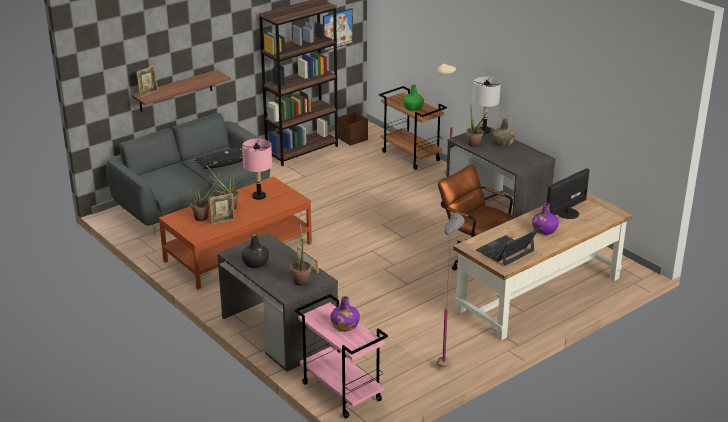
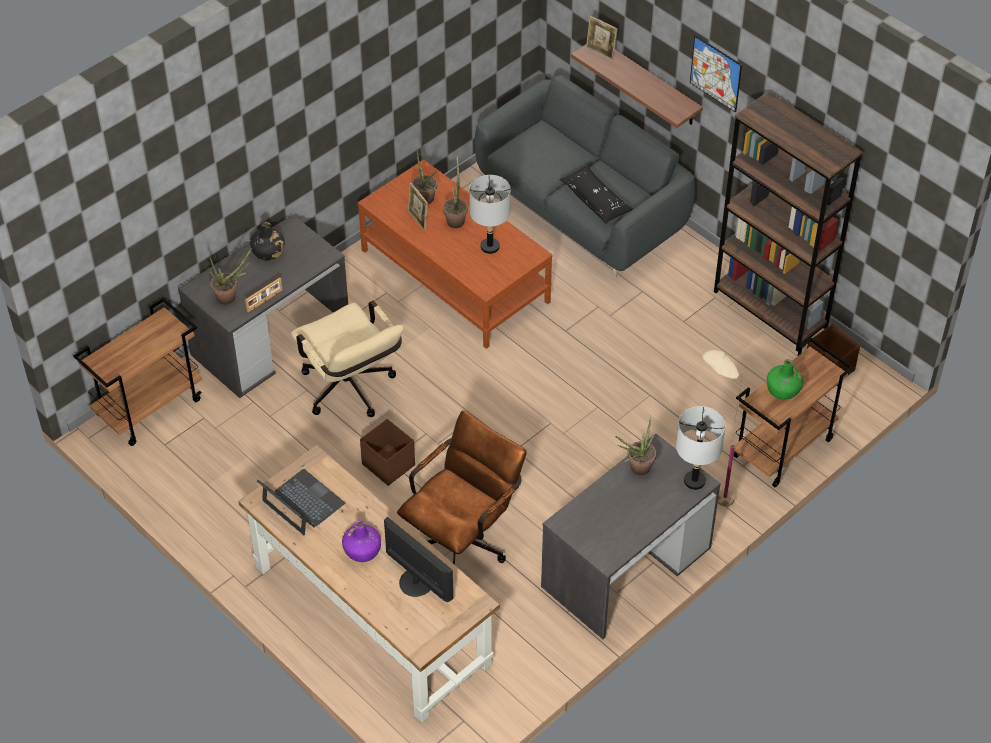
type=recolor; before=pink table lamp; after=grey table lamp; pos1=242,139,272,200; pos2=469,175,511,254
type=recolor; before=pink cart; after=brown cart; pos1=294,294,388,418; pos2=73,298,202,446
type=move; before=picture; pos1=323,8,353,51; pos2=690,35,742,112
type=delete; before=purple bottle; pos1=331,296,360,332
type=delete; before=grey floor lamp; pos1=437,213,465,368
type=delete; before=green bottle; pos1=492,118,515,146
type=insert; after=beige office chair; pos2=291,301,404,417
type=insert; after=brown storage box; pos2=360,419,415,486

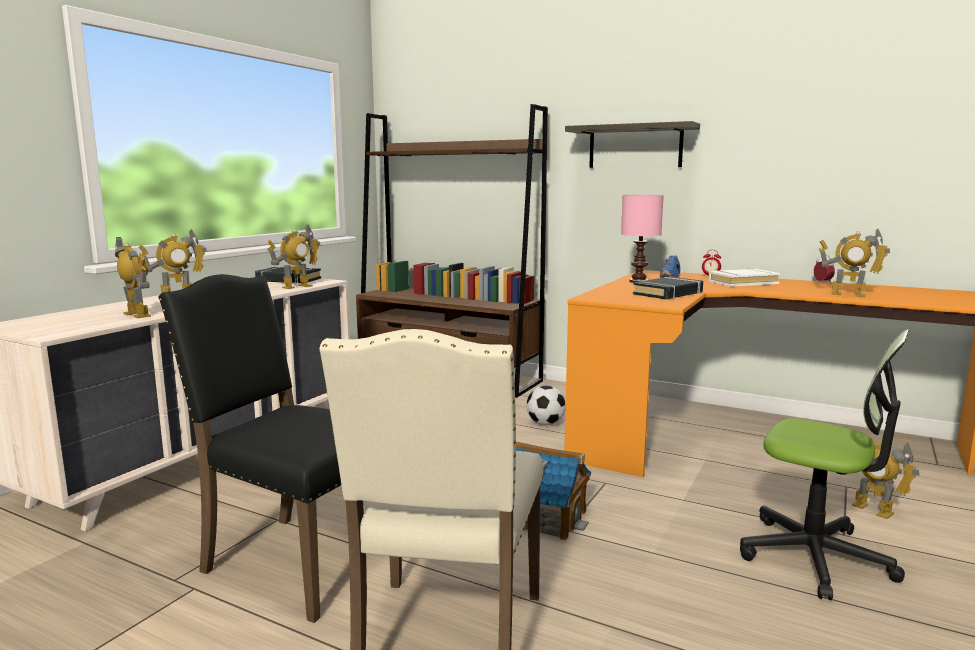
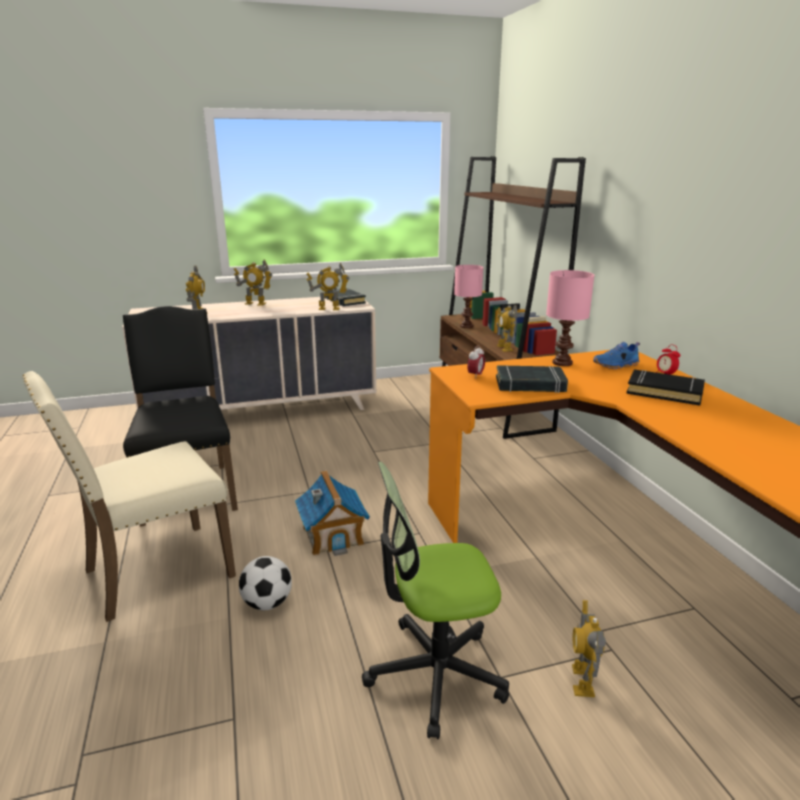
type=move; before=football; pos1=526,386,566,425; pos2=239,556,292,610
type=delete; before=shelf; pos1=565,121,700,168
type=recolor; before=white book; after=black book; pos1=708,269,780,287; pos2=626,369,705,406
type=rotate; before=office chair; pos1=740,329,910,600; pos2=362,462,509,739; turn=90
type=move; before=alarm clock; pos1=814,255,835,284; pos2=467,345,485,379
type=move; before=toy robot; pos1=819,229,890,297; pos2=496,305,518,352
type=insert; after=pink table lamp; pos2=454,265,483,328

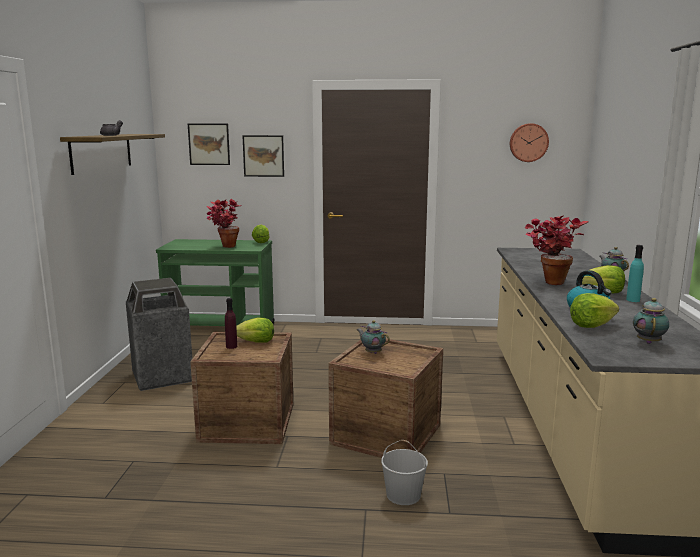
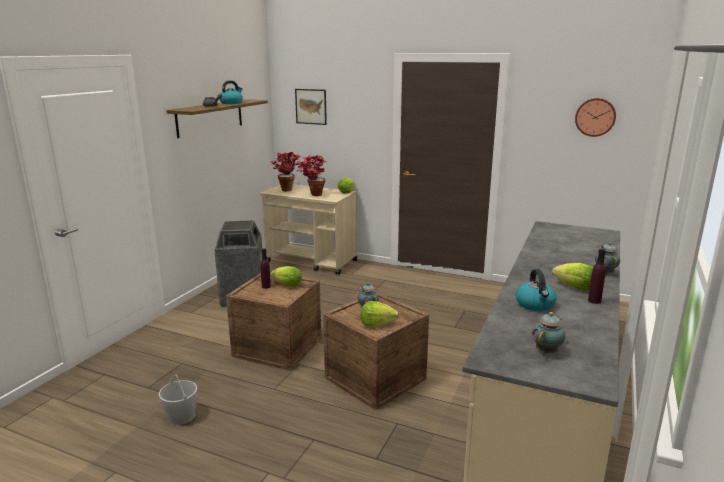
type=recolor; before=green cart; after=beige cart; pos1=156,239,275,326; pos2=260,184,357,275
type=delete; before=picture; pos1=242,135,284,177
type=move; before=white bucket; pos1=381,440,428,505; pos2=159,374,197,425
type=move; before=potted plant; pos1=525,215,589,285; pos2=270,152,301,191
type=move; before=lettuce; pos1=570,293,619,328; pos2=361,301,399,327
type=recolor; before=turquoise bottle; after=purple bottle; pos1=626,245,644,302; pos2=588,249,606,304
type=insert; after=kettle; pos2=220,80,243,104

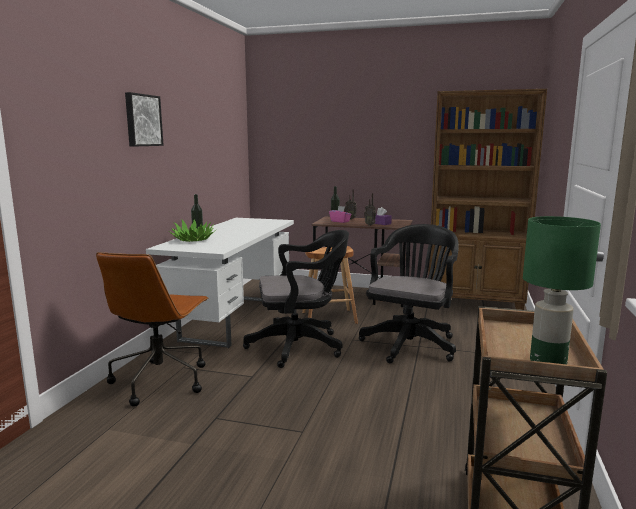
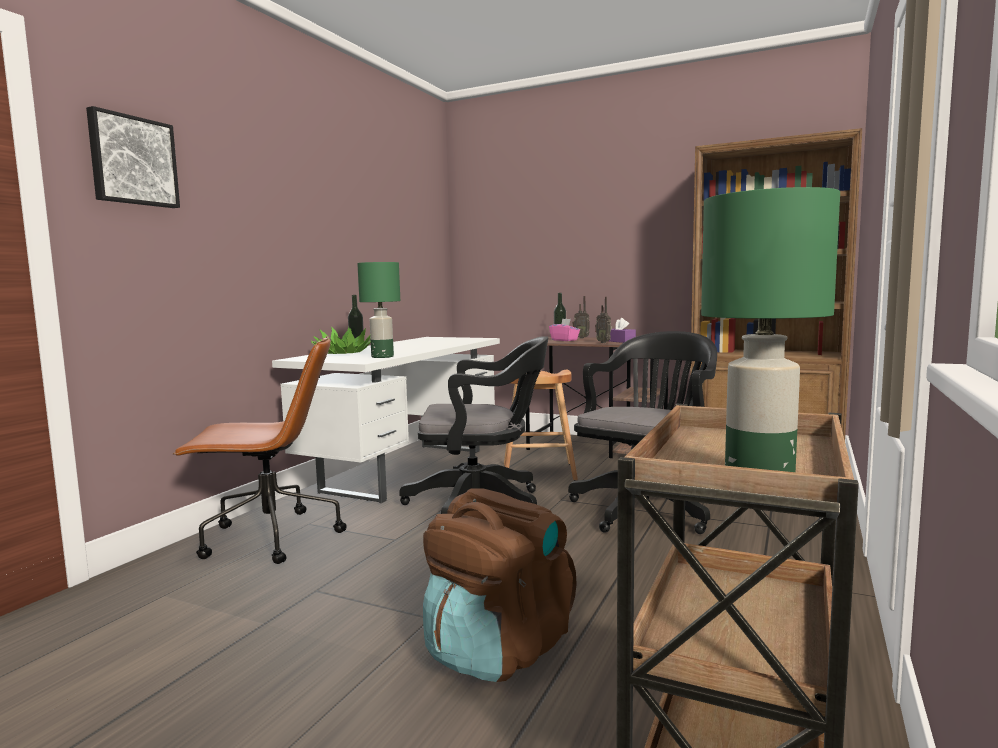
type=rotate; before=brown office chair; pos1=96,252,209,407; pos2=173,336,347,564; turn=-120
type=move; before=picture; pos1=125,92,164,146; pos2=86,106,180,208
type=insert; after=green table lamp; pos2=357,262,400,358
type=insert; after=brown backpack; pos2=423,488,577,682

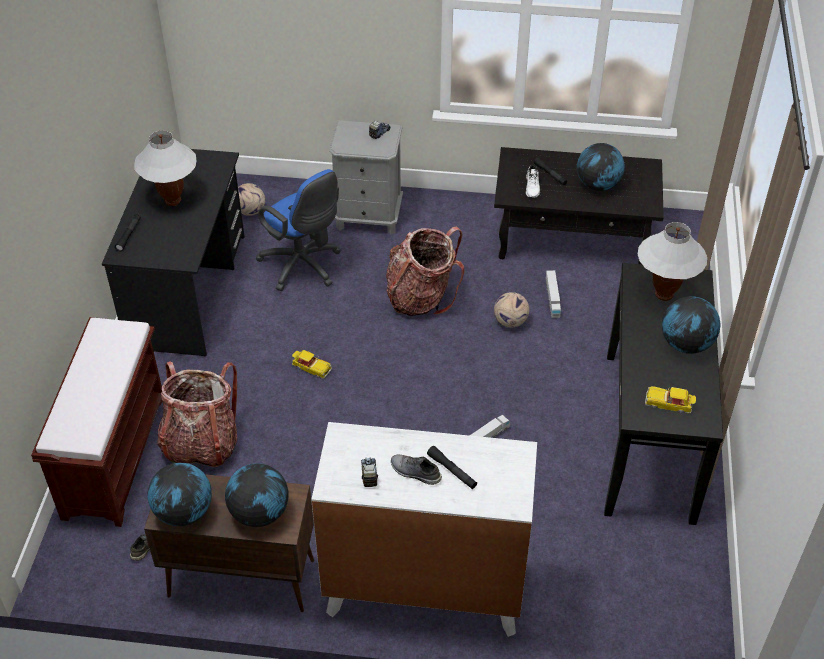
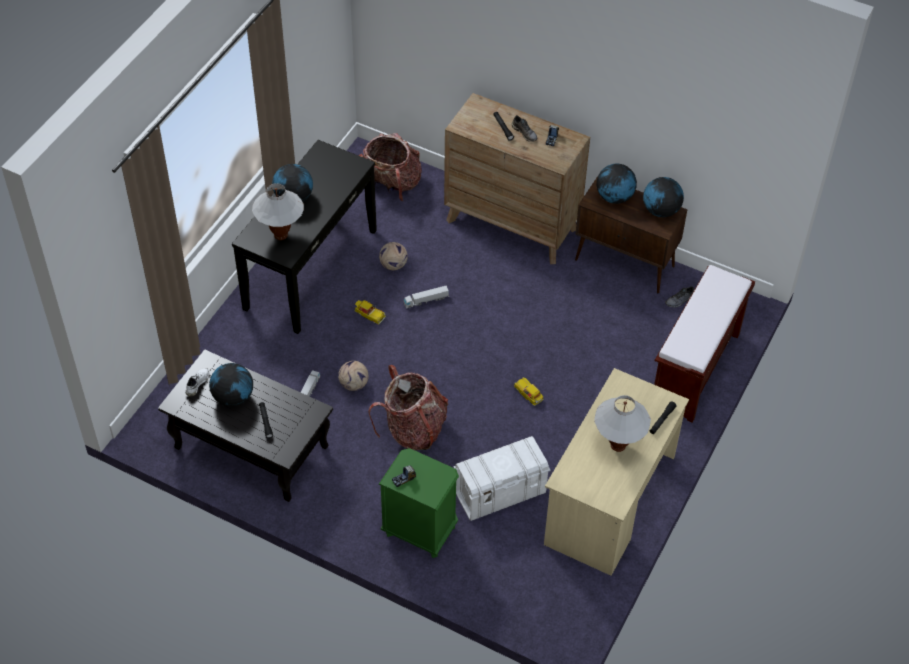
type=recolor; before=black desk; after=beige desk; pos1=102,149,245,356; pos2=544,368,689,576
type=move; before=backpack; pos1=157,361,237,467; pos2=359,133,422,201
type=move; before=football; pos1=238,183,265,216; pos2=379,242,408,270
type=replace; before=blue office chair; after=white storage box; pos1=256,169,341,291; pos2=453,436,550,521
type=recolor; before=white dresser; after=brown dresser; pos1=311,422,537,637; pos2=444,93,590,264
type=recolor; before=grey nightstand; after=green nightstand; pos1=329,120,403,235; pos2=379,448,459,558
type=move; before=white shoe; pos1=526,164,540,198; pos2=186,368,209,397
type=move; before=toy car; pos1=645,386,696,414; pos2=355,300,386,325

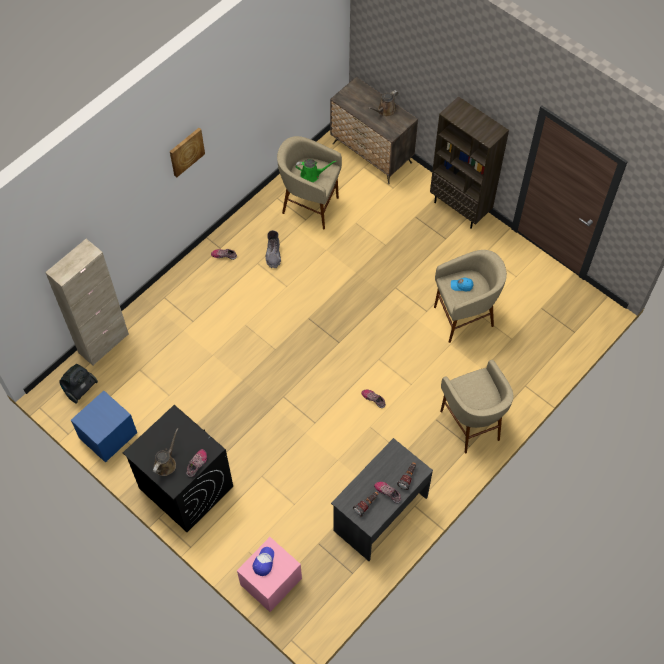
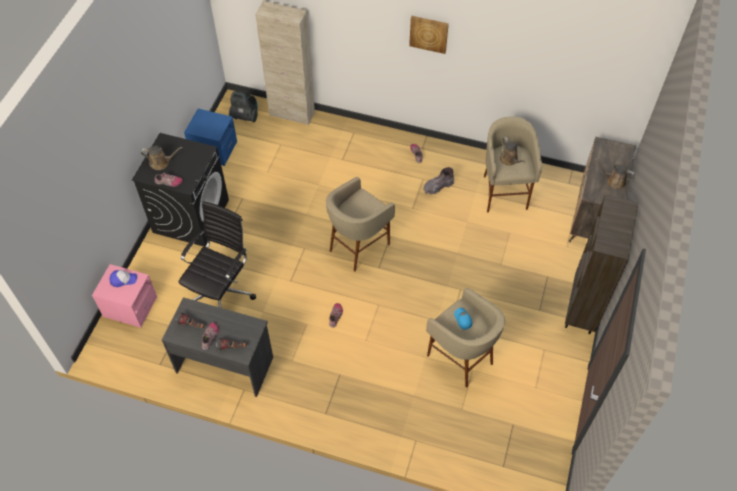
type=recolor; before=green watering can; after=brown watering can; pos1=295,159,337,182; pos2=500,137,525,166
type=move; before=beige stool; pos1=440,360,514,453; pos2=326,177,395,271
type=insert; after=black office chair; pos2=179,201,256,308

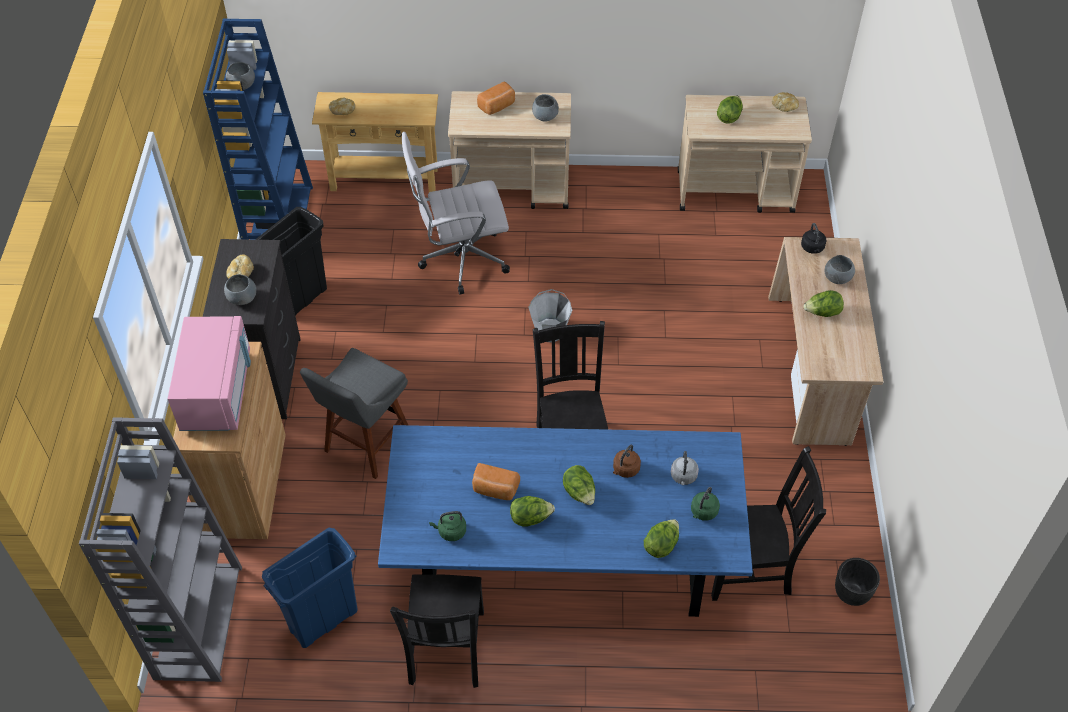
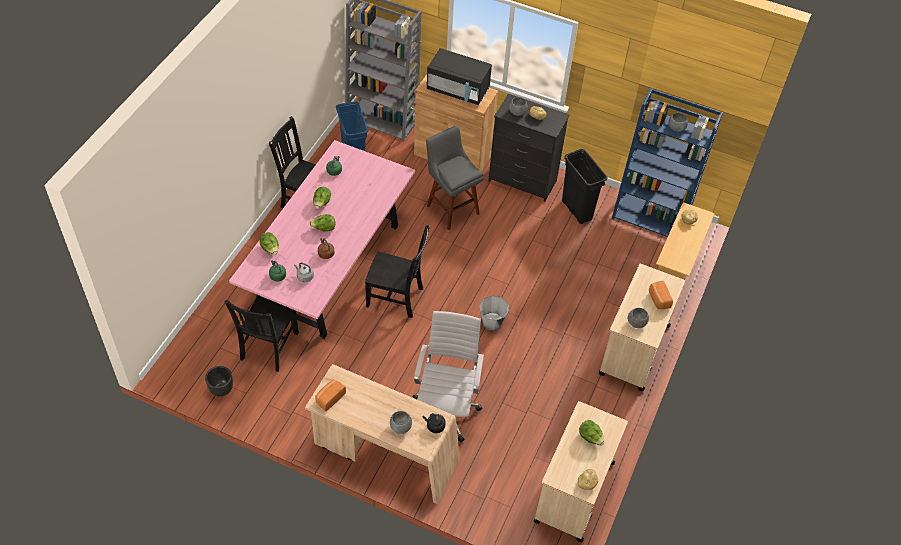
type=recolor; before=pink microwave; after=black microwave; pos1=168,316,251,431; pos2=427,48,492,105
type=recolor; before=blue dining table; after=pink dining table; pos1=378,425,753,617; pos2=229,140,415,339
type=move; before=white office chair; pos1=402,132,510,295; pos2=412,311,484,443
type=move; before=bread; pos1=472,463,520,500; pos2=315,379,346,411
type=delete; before=lettuce; pos1=803,290,844,317

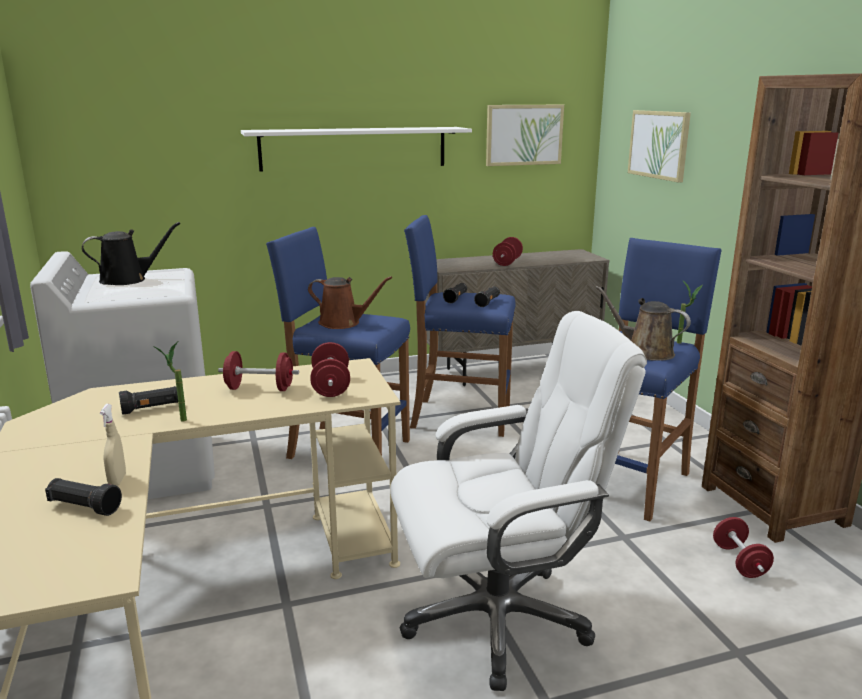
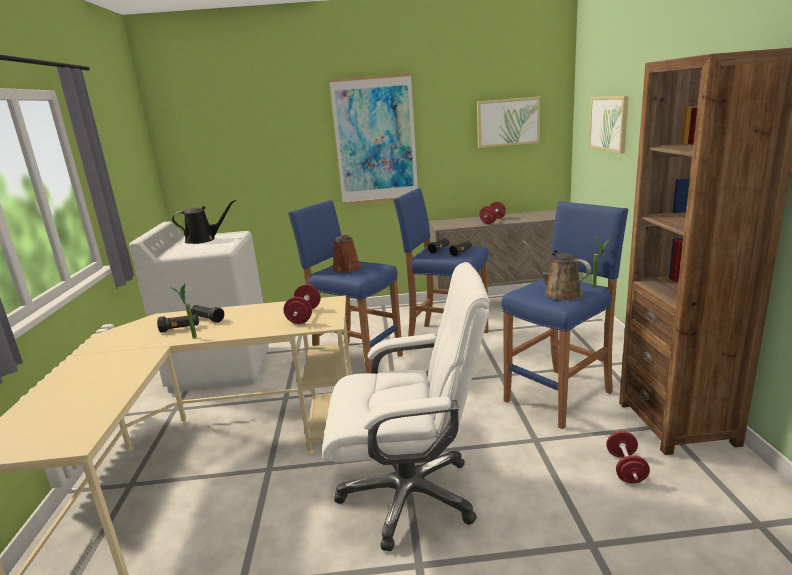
type=move; before=black flashlight; pos1=45,478,122,516; pos2=191,305,224,323
type=delete; before=beige spray bottle; pos1=100,404,126,486
type=delete; before=red dumbbell; pos1=218,351,299,391
type=replace; before=white shelf; after=picture; pos1=241,127,472,171; pos2=329,73,418,204
type=rotate; before=brown watering can; pos1=308,276,392,329; pos2=332,234,361,273; turn=60

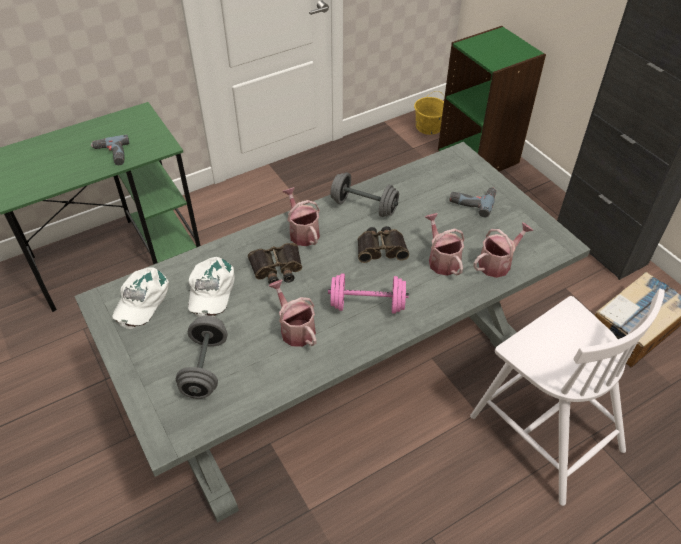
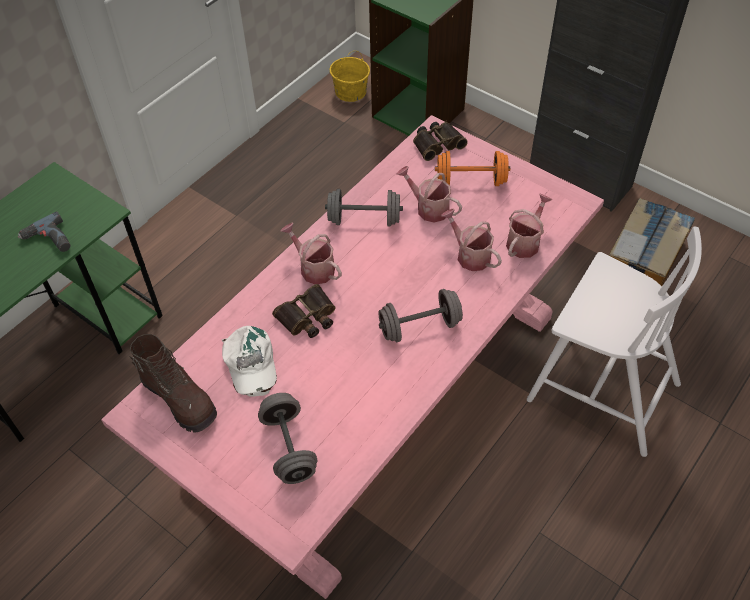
type=recolor; before=grey dining table; after=pink dining table; pos1=74,142,590,523; pos2=101,115,604,599
type=replace; before=white cap; after=brown boot; pos1=112,267,169,329; pos2=129,334,217,433
type=move; before=watering can; pos1=269,279,316,347; pos2=396,166,462,223
type=recolor; before=pink dumbbell; after=grey dumbbell; pos1=328,273,409,314; pos2=379,289,463,342
type=move; before=binoculars; pos1=358,226,409,263; pos2=413,122,468,161
type=replace; before=power drill; after=orange dumbbell; pos1=449,187,497,218; pos2=435,151,510,186

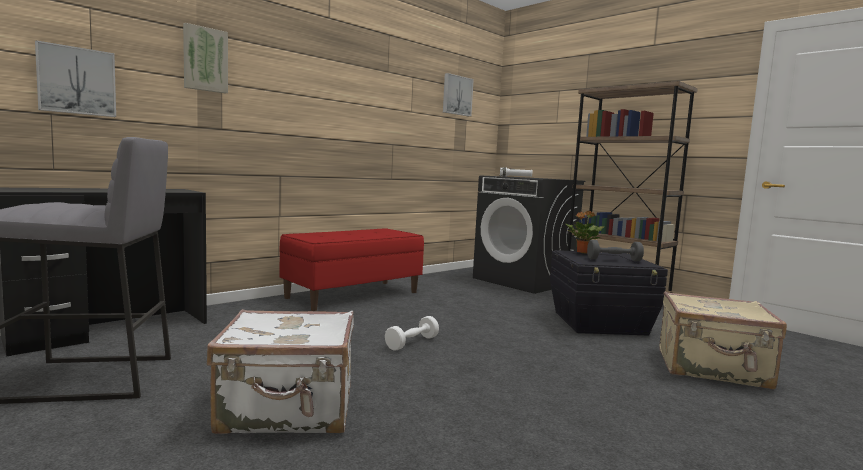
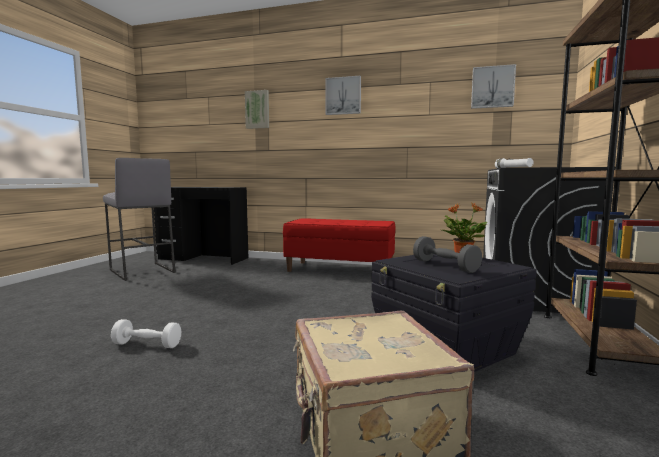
type=move; before=picture; pos1=35,40,116,117; pos2=326,76,361,115
type=delete; before=white suitcase; pos1=207,309,354,434
type=move; before=white dumbbell; pos1=385,316,439,351; pos2=111,319,181,348

